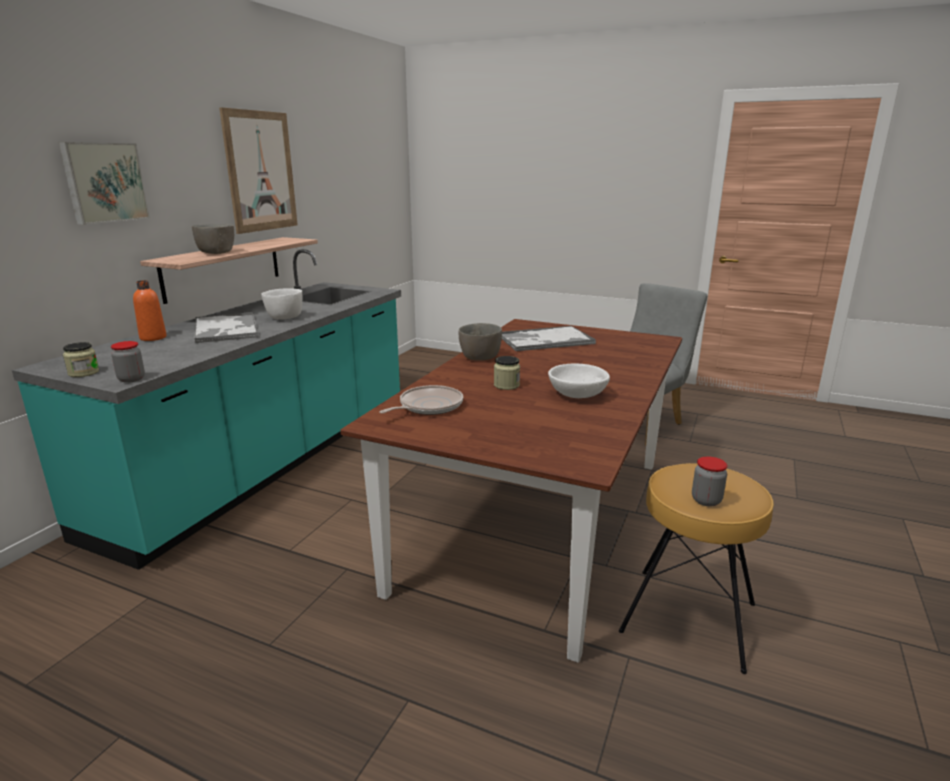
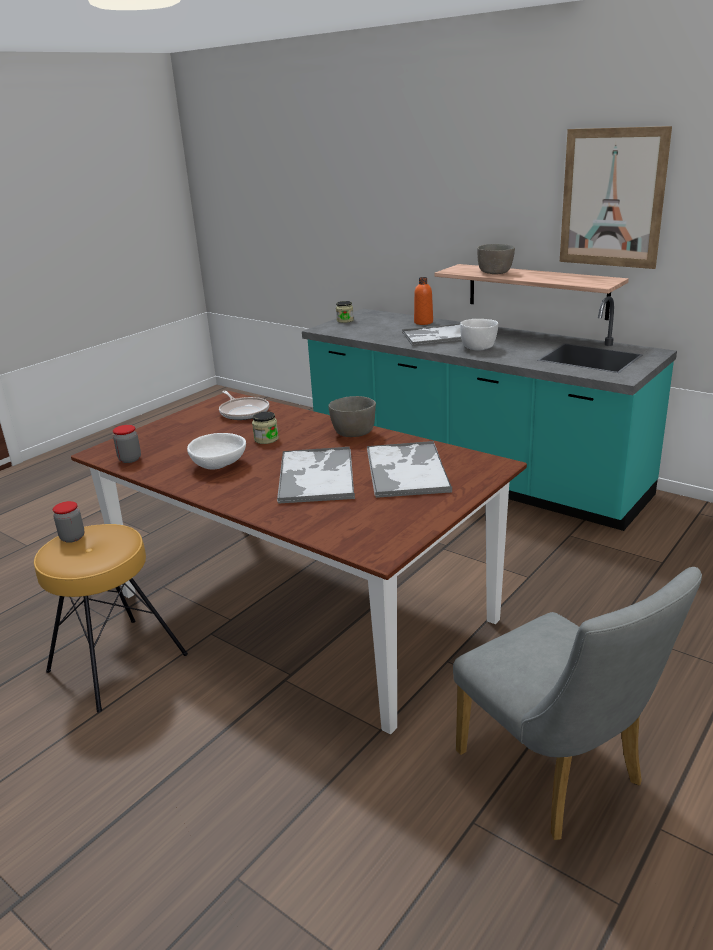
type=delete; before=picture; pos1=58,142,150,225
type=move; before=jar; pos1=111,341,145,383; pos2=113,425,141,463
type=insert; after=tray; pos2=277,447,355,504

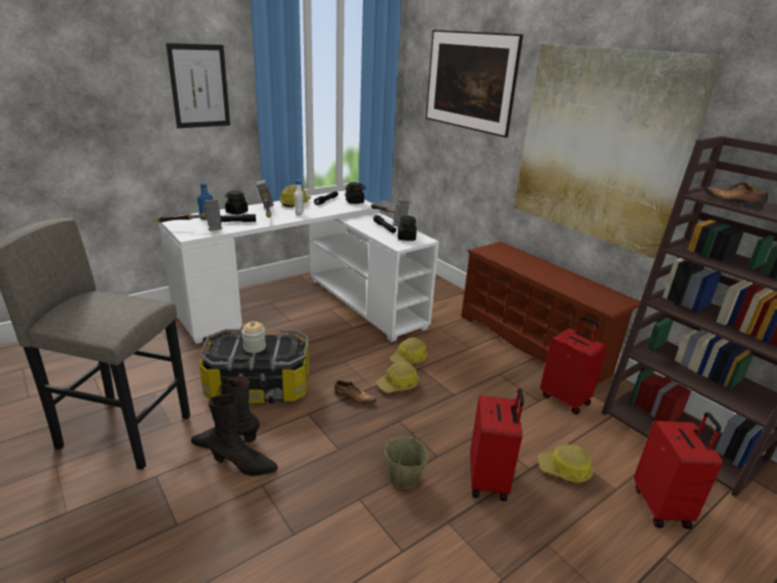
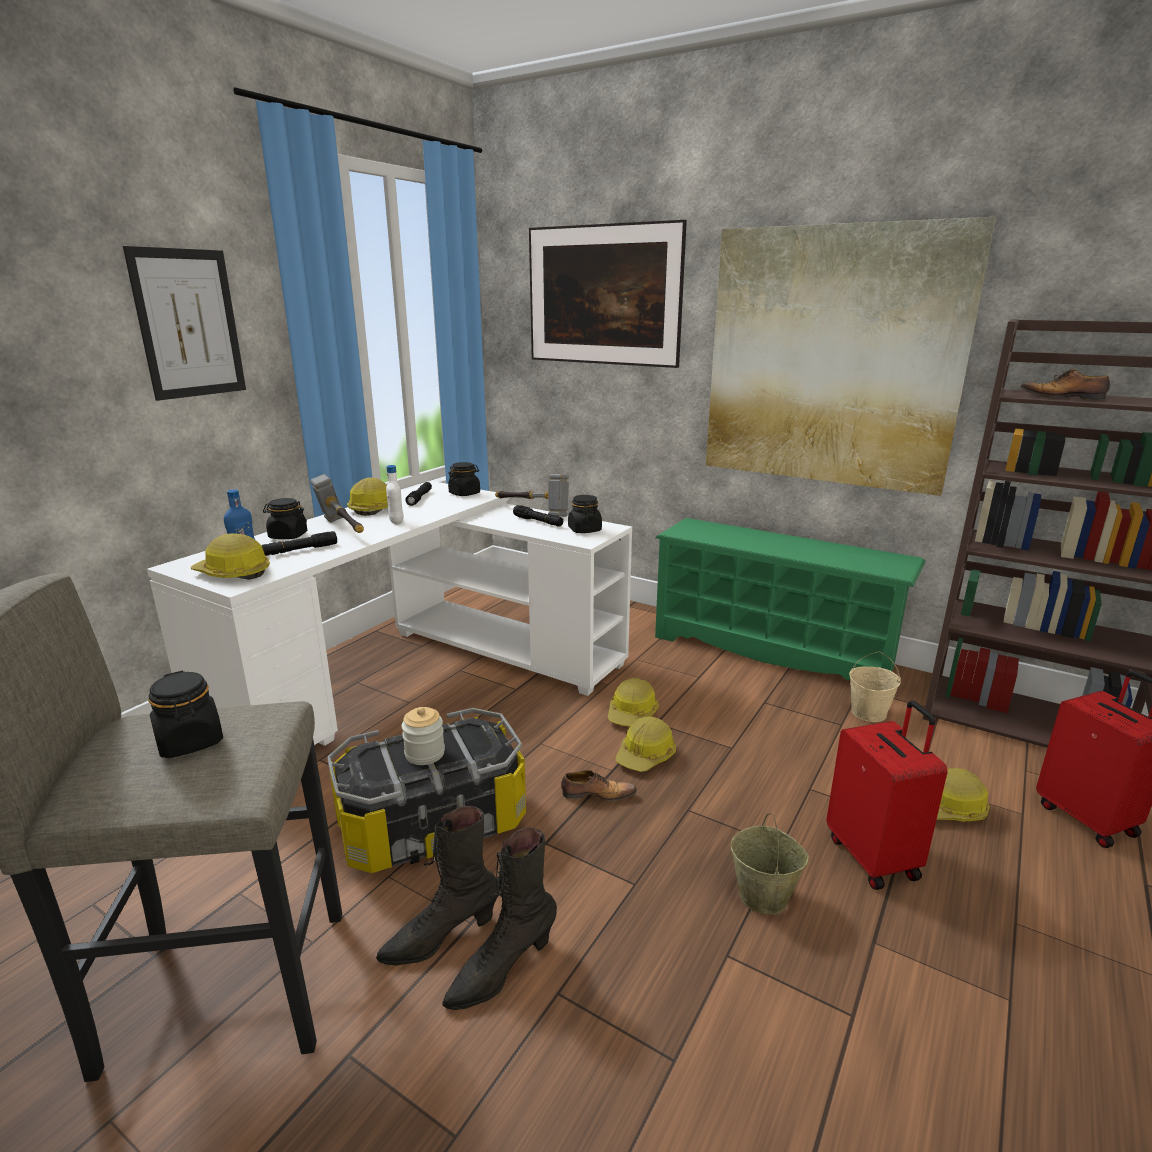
type=replace; before=hammer; after=hard hat; pos1=156,199,222,231; pos2=191,533,270,580
type=rotate; before=black boot; pos1=208,394,278,476; pos2=442,827,557,1010; turn=150
type=recolor; before=brown shoe rack; after=green shoe rack; pos1=461,242,640,385; pos2=655,518,926,680
type=replace; before=red suitcase; after=beige bucket; pos1=540,316,606,415; pos2=849,651,901,722
type=insert; after=black jar; pos2=148,671,223,758

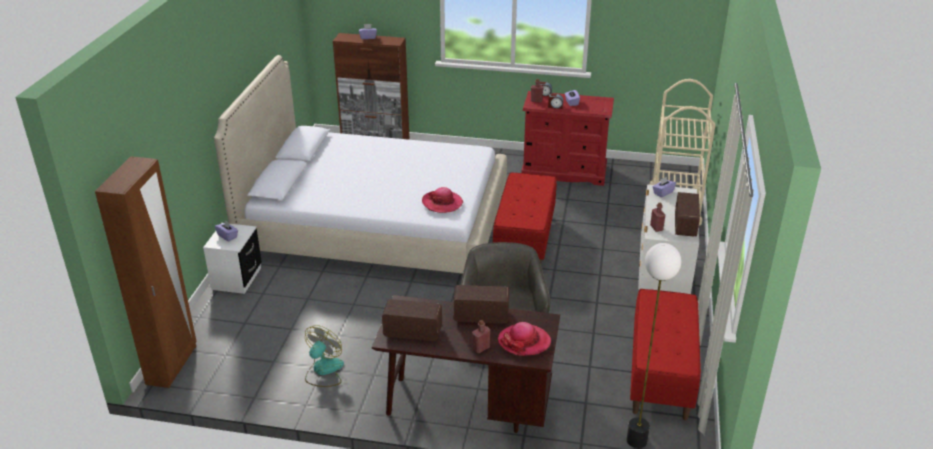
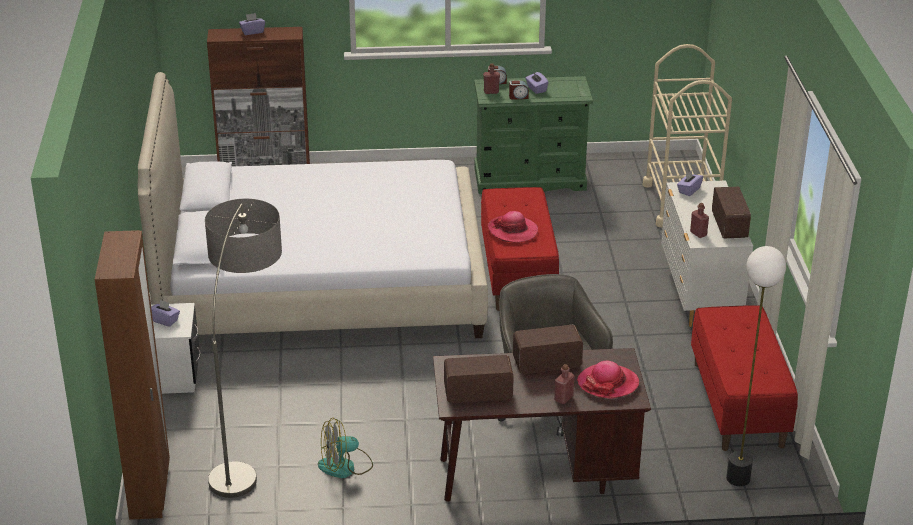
type=rotate; before=fan; pos1=305,325,344,387; pos2=318,418,373,478; turn=-120
type=move; before=hat; pos1=422,187,463,213; pos2=487,211,538,243
type=recolor; before=red dresser; after=green dresser; pos1=521,91,614,186; pos2=474,76,593,194
type=insert; after=floor lamp; pos2=205,199,282,498

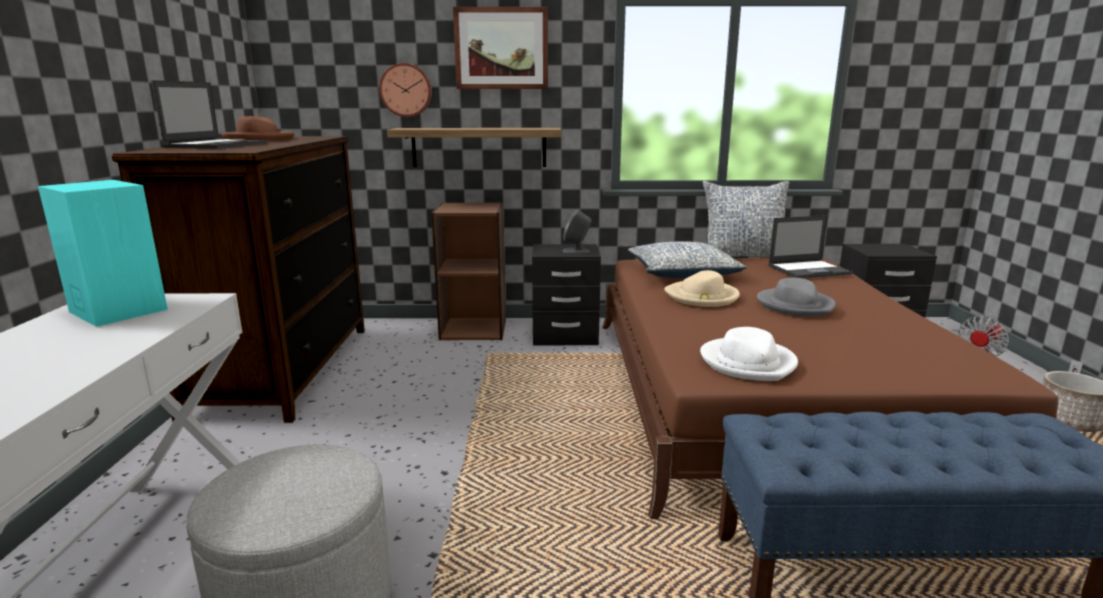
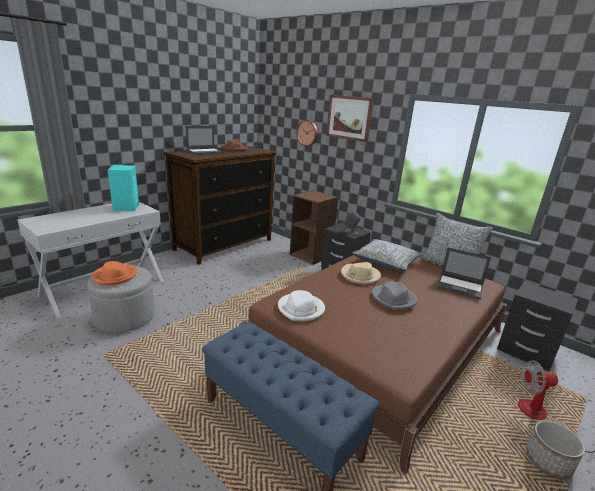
type=delete; before=shelf; pos1=387,128,561,167
type=insert; after=orange hat; pos2=92,261,137,285

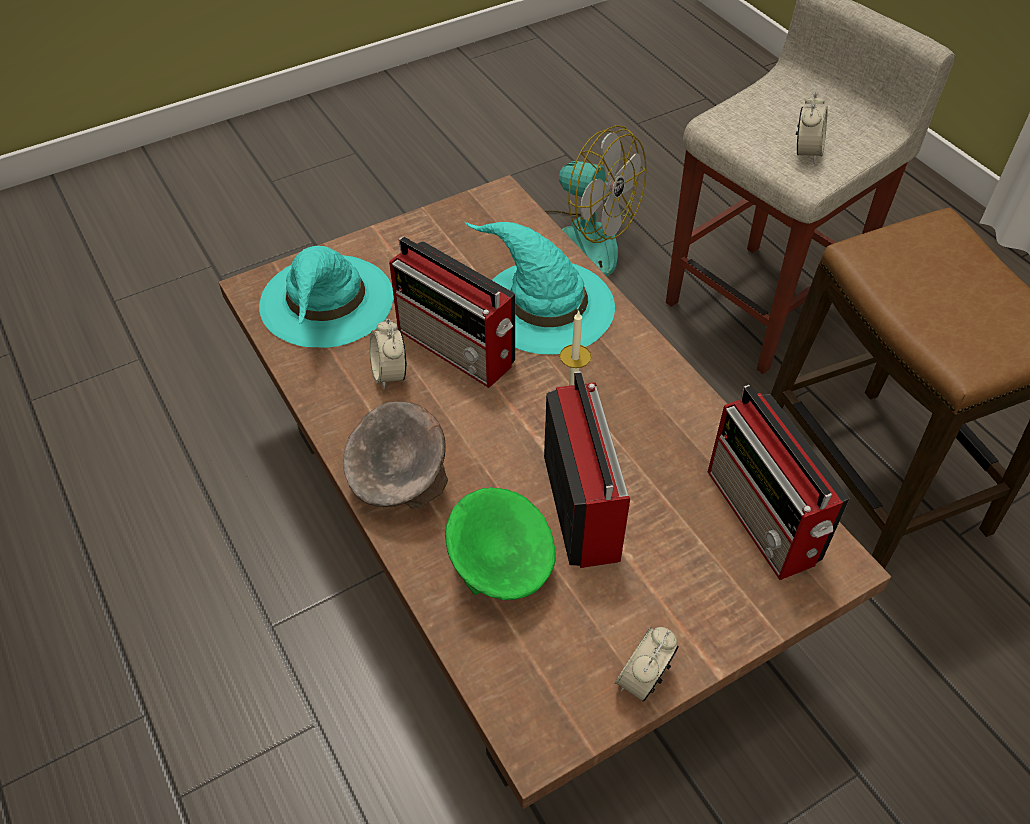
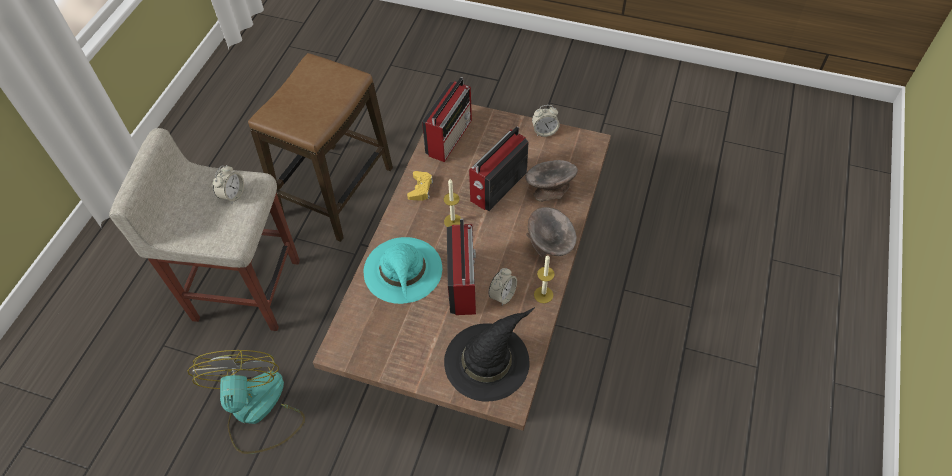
type=recolor; before=turquoise hat; after=black hat; pos1=259,246,394,348; pos2=444,307,535,401
type=recolor; before=green bowl; after=grey bowl; pos1=445,487,556,600; pos2=525,160,578,202
type=rotate; before=alarm clock; pos1=796,92,828,163; pos2=213,165,244,204; turn=135
type=insert; after=yellow game controller; pos2=407,171,433,201
type=insert; after=candle; pos2=534,255,555,303

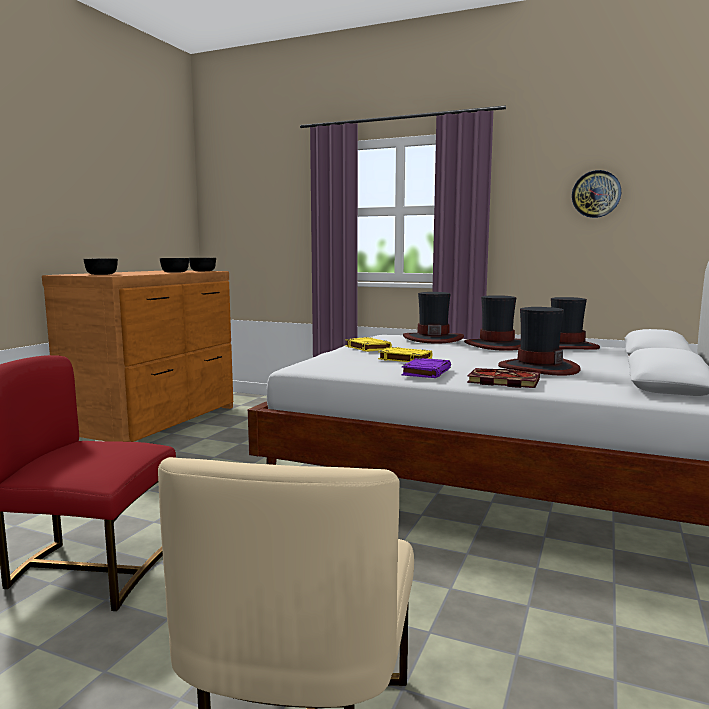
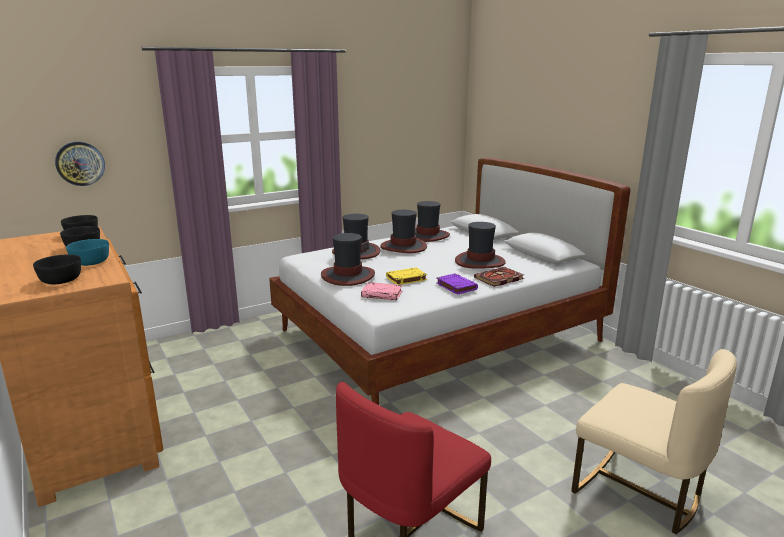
type=replace; before=yellow book; after=hat; pos1=345,337,392,352; pos2=321,233,375,286
type=move; before=wall clock; pos1=572,170,621,218; pos2=55,142,105,186
type=insert; after=turquoise bowl; pos2=66,239,109,266
type=insert; after=pink book; pos2=361,282,403,300

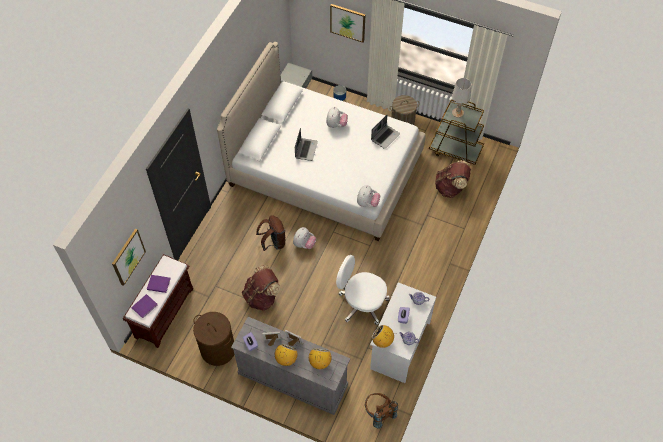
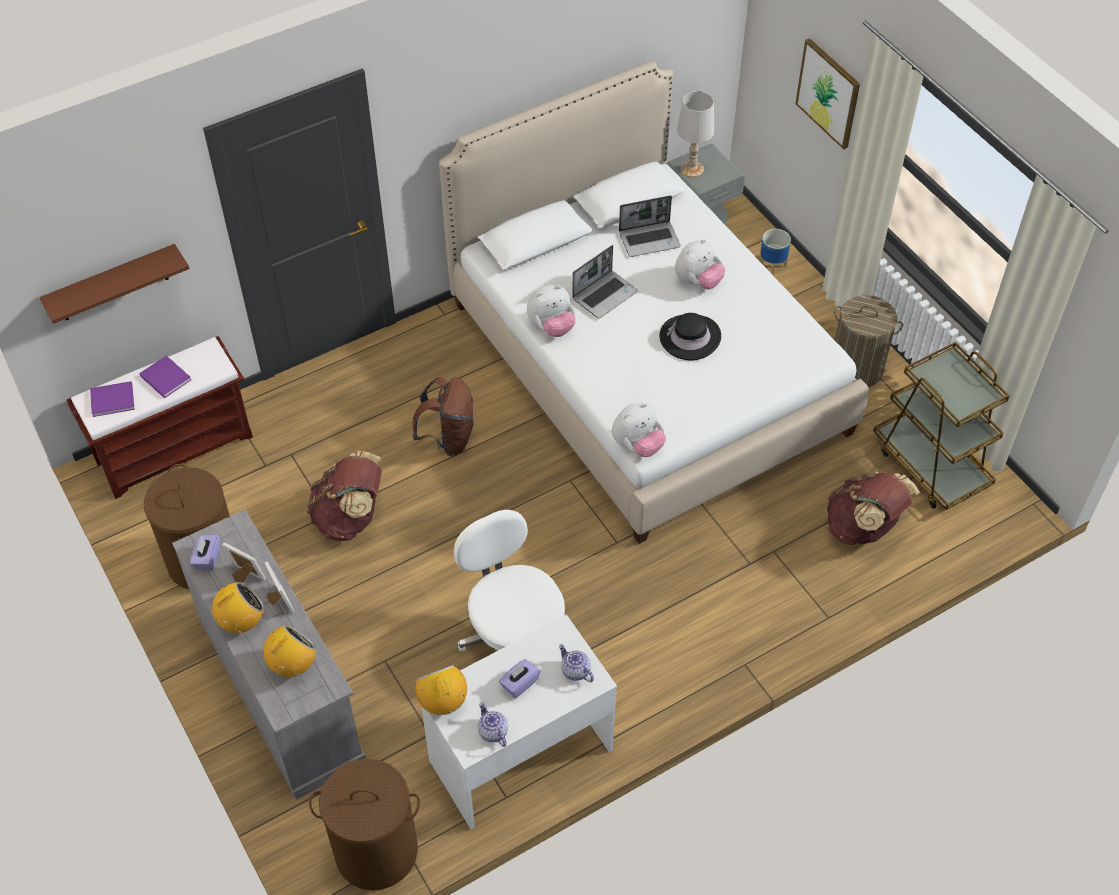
type=replace; before=picture; after=brown shelf; pos1=112,229,146,286; pos2=39,244,190,324
type=move; before=plush toy; pos1=293,227,316,249; pos2=527,285,576,337
type=replace; before=brown backpack; after=brown laundry basket; pos1=365,393,398,429; pos2=309,759,420,890
type=move; before=laptop; pos1=371,114,400,149; pos2=619,196,681,257
type=move; before=white table lamp; pos1=452,78,471,118; pos2=677,91,714,177
type=insert; after=black hat; pos2=659,313,721,361

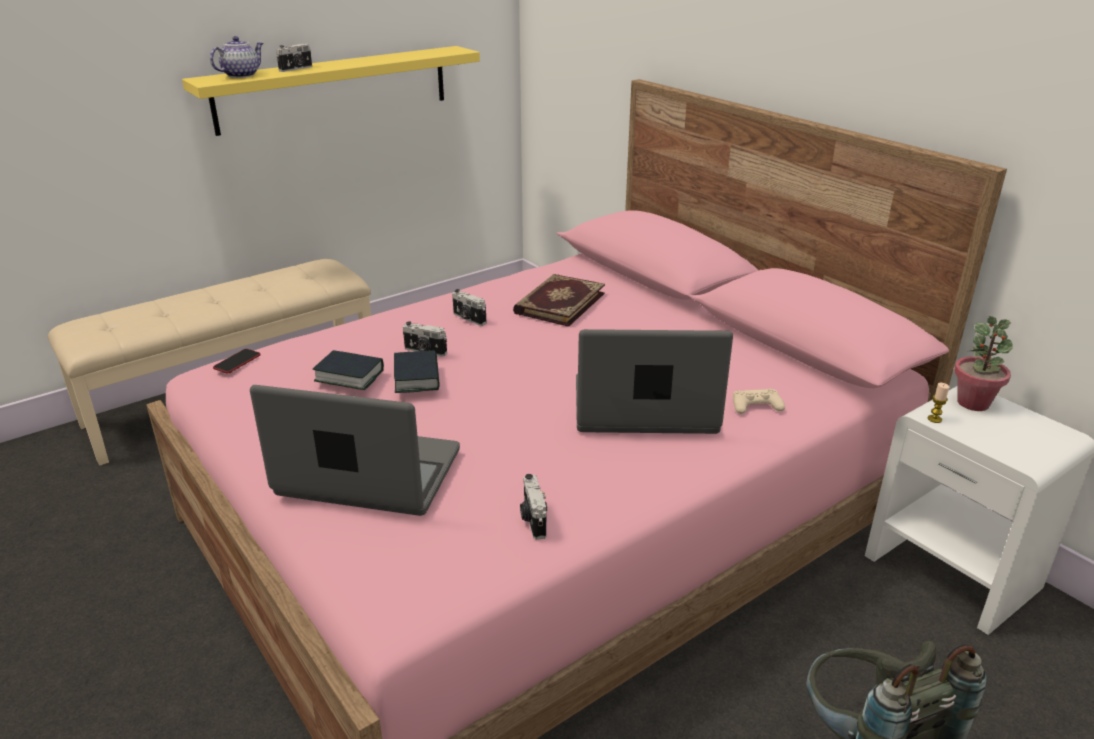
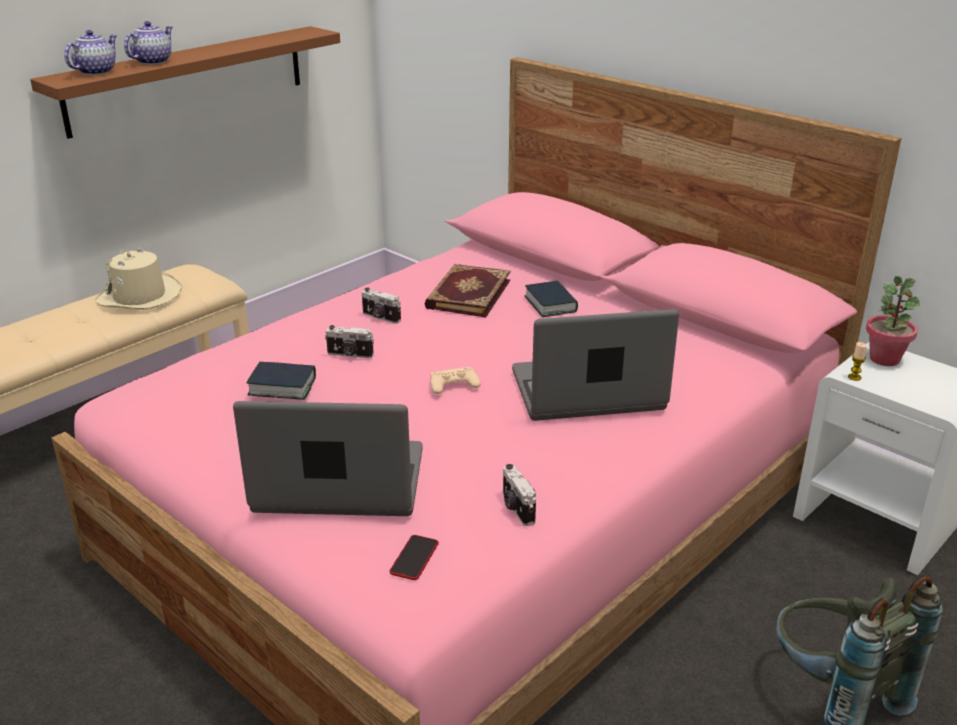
type=recolor; before=yellow shelf; after=brown shelf; pos1=182,46,480,136; pos2=30,26,340,139
type=move; before=phone; pos1=213,349,261,374; pos2=389,535,439,580
type=replace; before=photo camera; after=teapot; pos1=276,44,312,72; pos2=124,21,172,65
type=move; before=book; pos1=394,350,440,393; pos2=525,281,578,317
type=move; before=beige game controller; pos1=733,389,785,414; pos2=430,367,481,394
type=insert; after=beige hat; pos2=96,248,182,310

